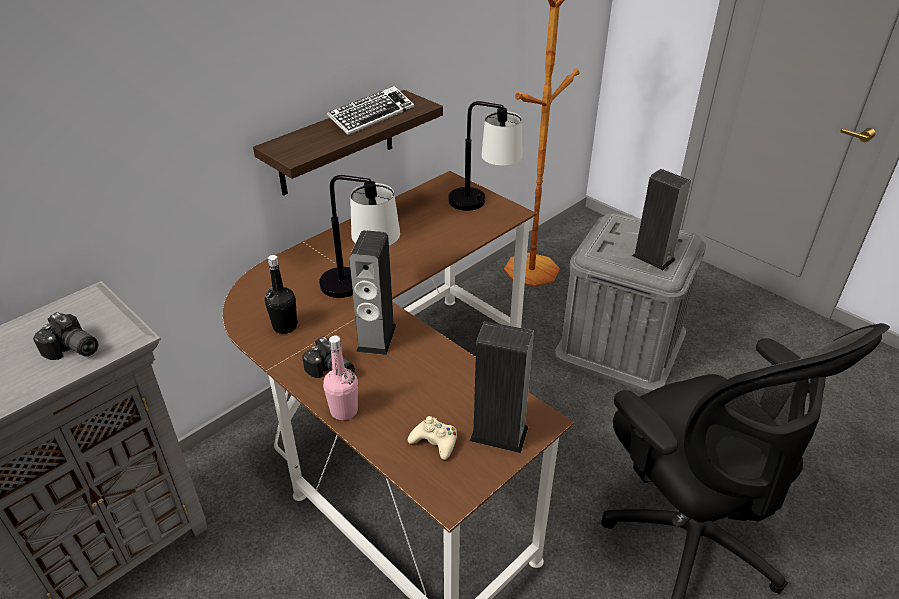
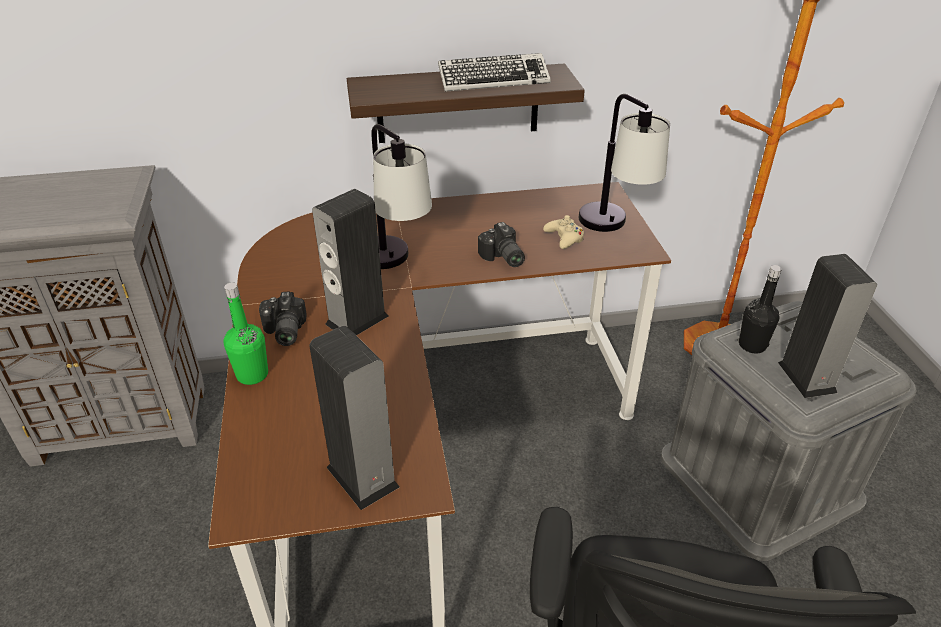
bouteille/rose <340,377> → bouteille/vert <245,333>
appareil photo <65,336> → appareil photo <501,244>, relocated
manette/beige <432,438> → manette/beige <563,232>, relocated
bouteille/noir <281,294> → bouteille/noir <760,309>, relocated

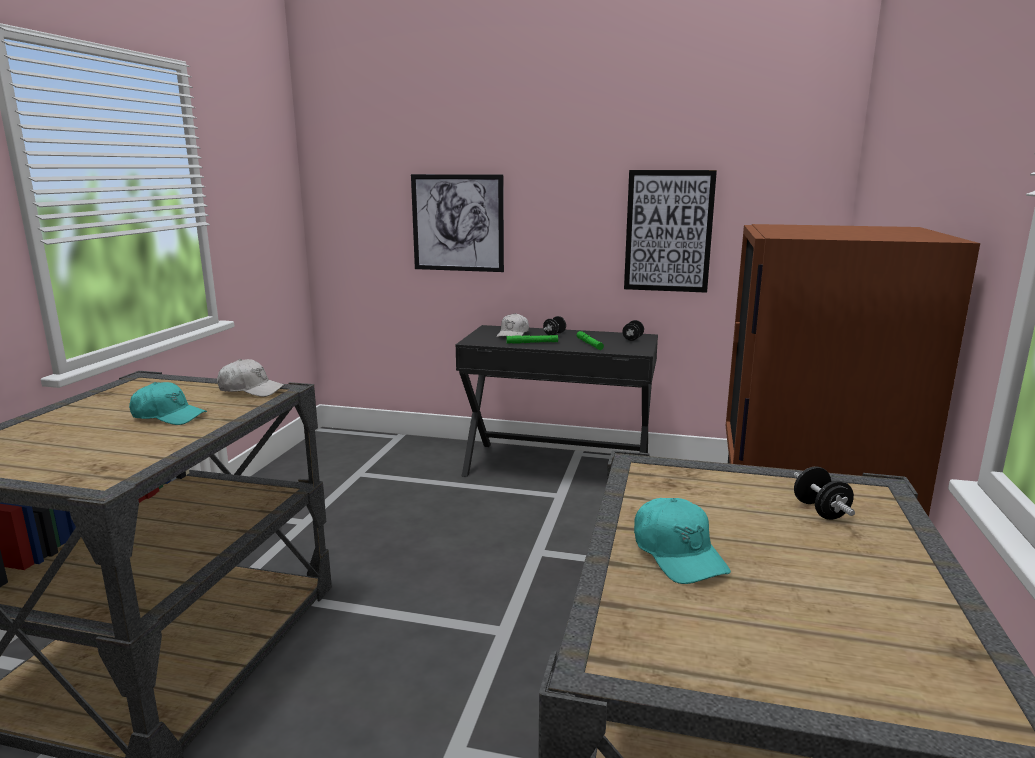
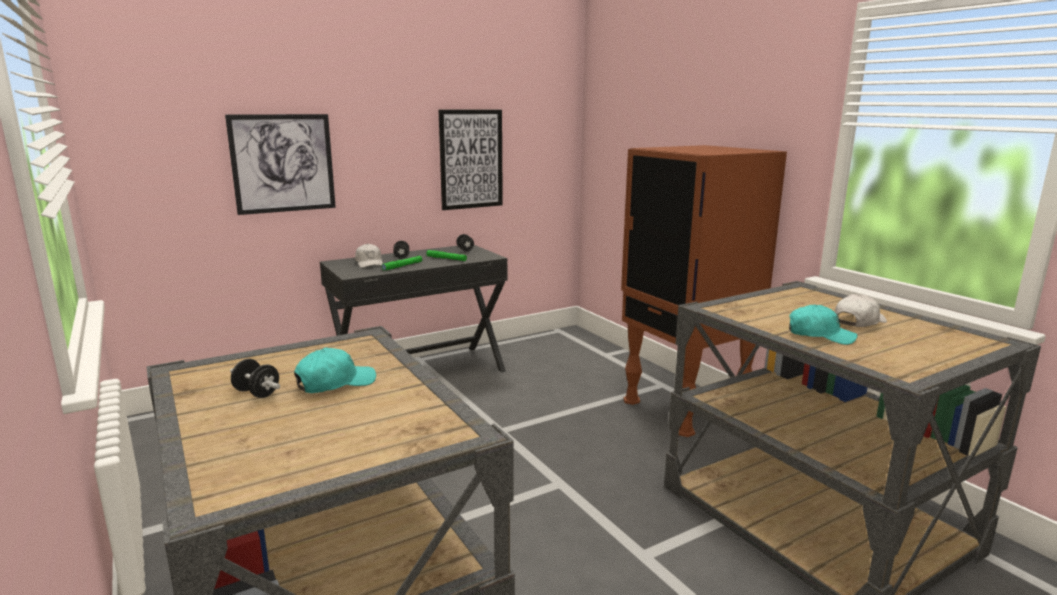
haltère/noir <824,493> → haltère/noir <255,378>, relocated
casquette/blanc <251,378> → casquette/blanc <861,310>, relocated

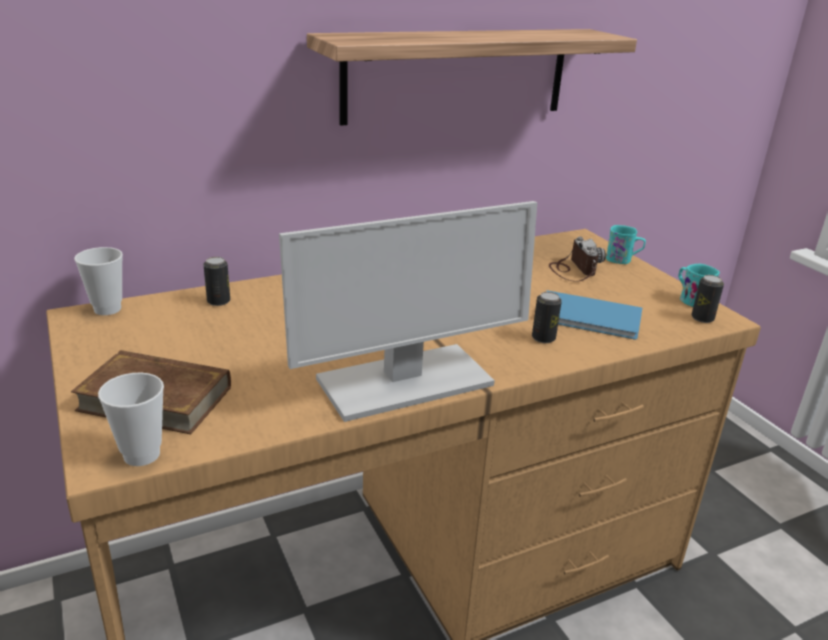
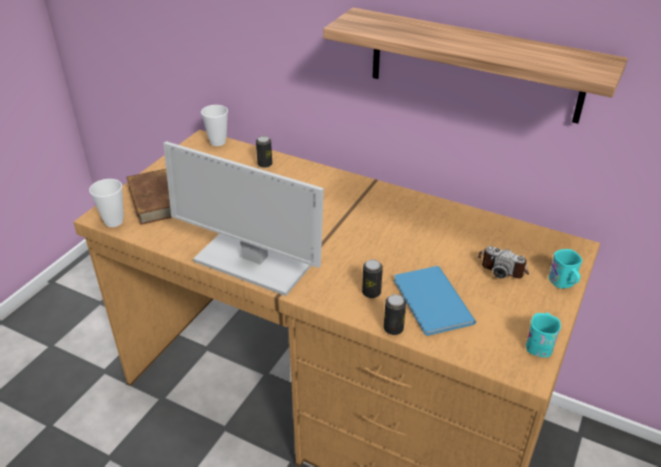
boîte métallique <707,299> → boîte métallique <395,314>, relocated
appareil photo <577,259> → appareil photo <503,262>, 75 degrees clockwise

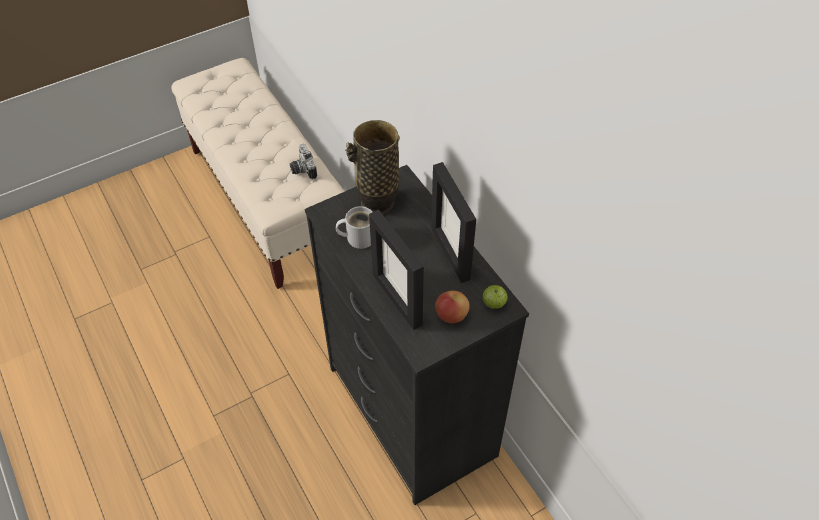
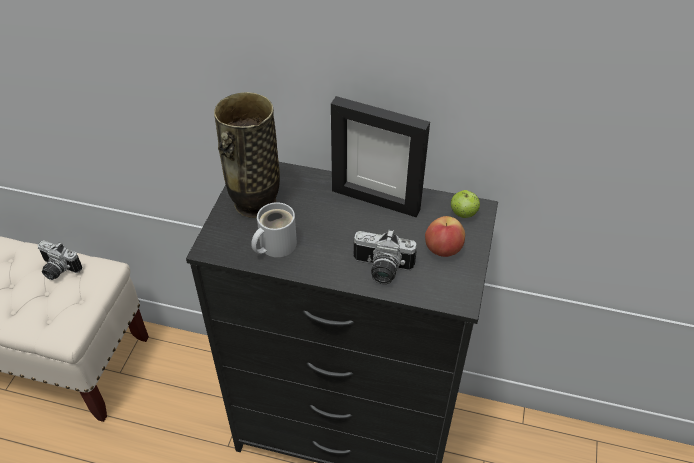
cadre photo <396,269> → appareil photo <385,256>

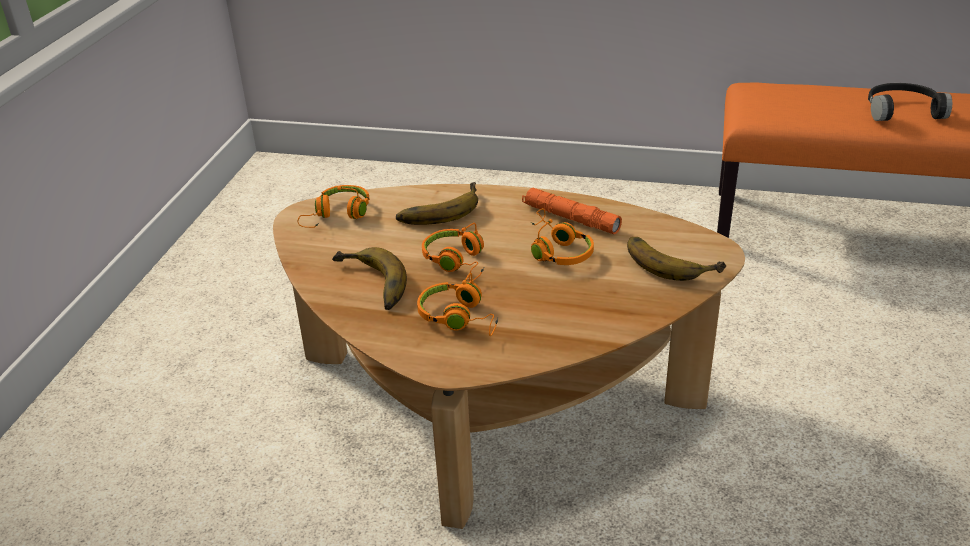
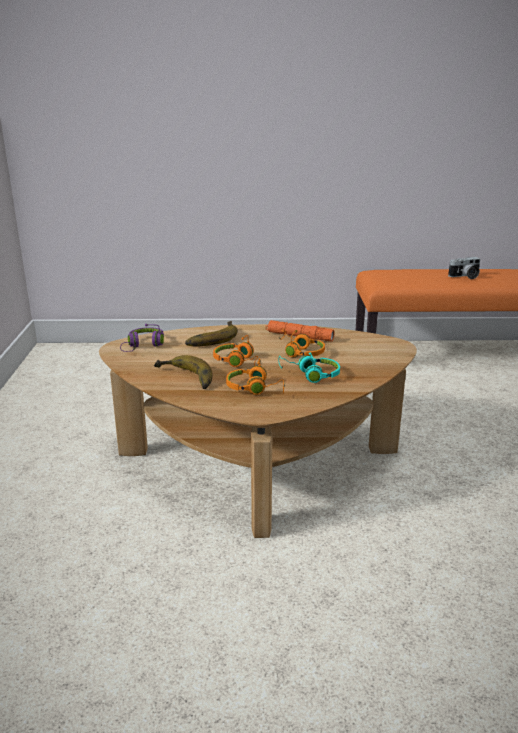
casque audio/orange <333,206> → casque audio/violet <142,338>
- → casque audio/turquoise <309,367>
casque audio/noir <910,102> → appareil photo <464,268>
banane <676,259> → -

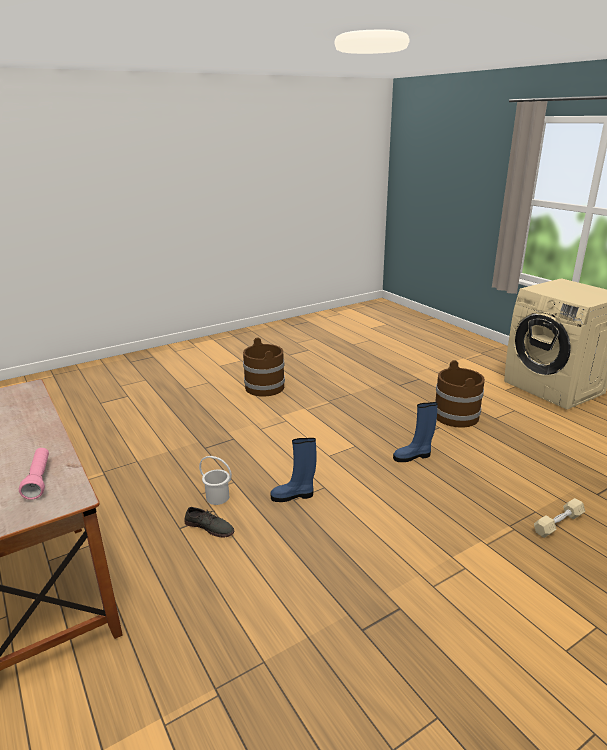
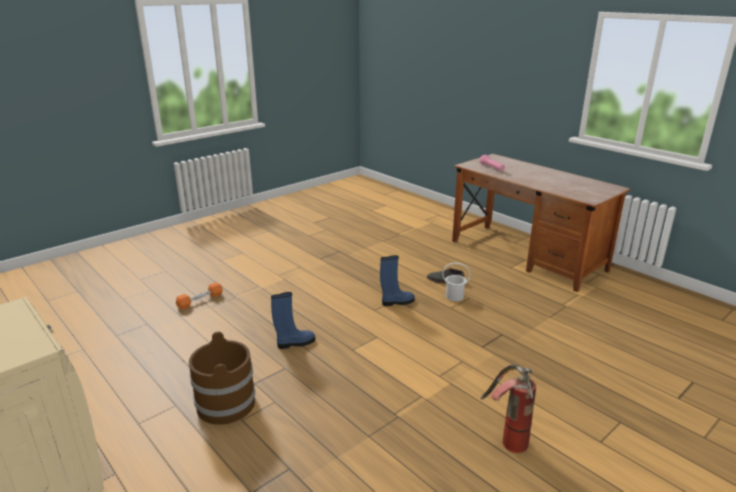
haltère/beige <559,518> → haltère/orange <199,296>
seau/marron <264,367> → extincteur <508,408>

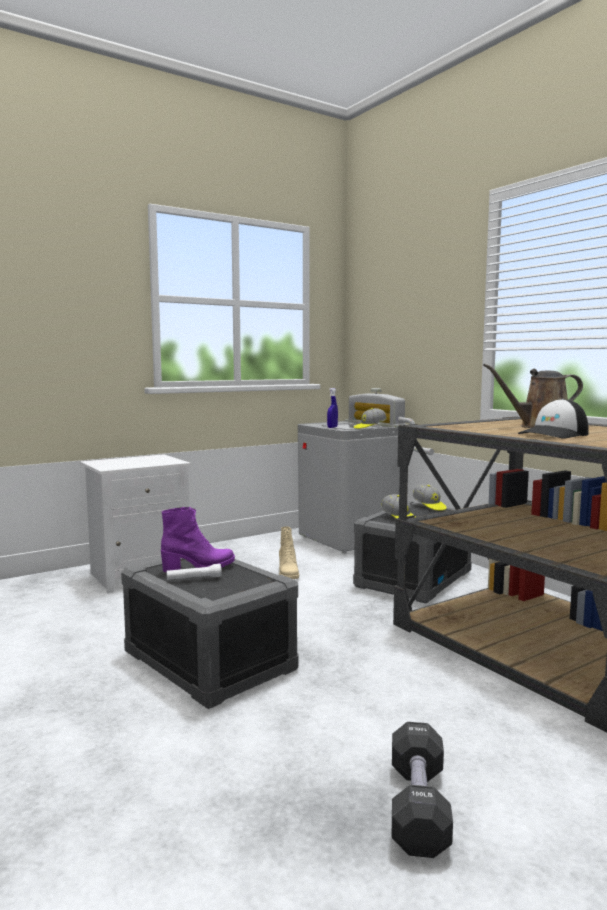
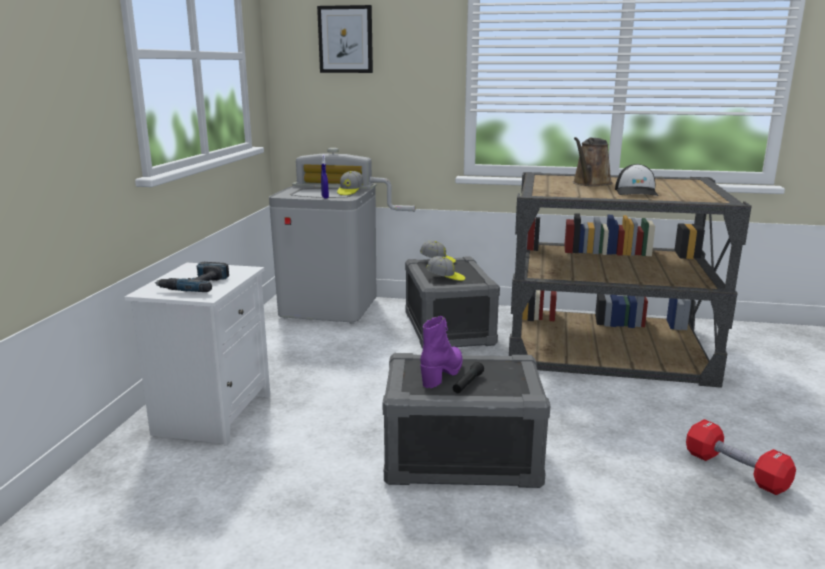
- → perceuse <192,277>
- → tableau <345,39>
lampe de poche/blanc <194,572> → lampe de poche/noir <468,377>
haltère/noir <422,790> → haltère/rouge <741,457>
botte/beige <289,553> → -

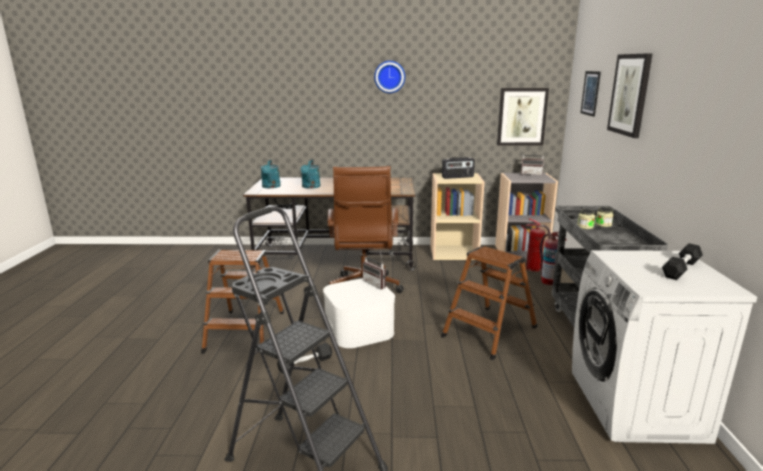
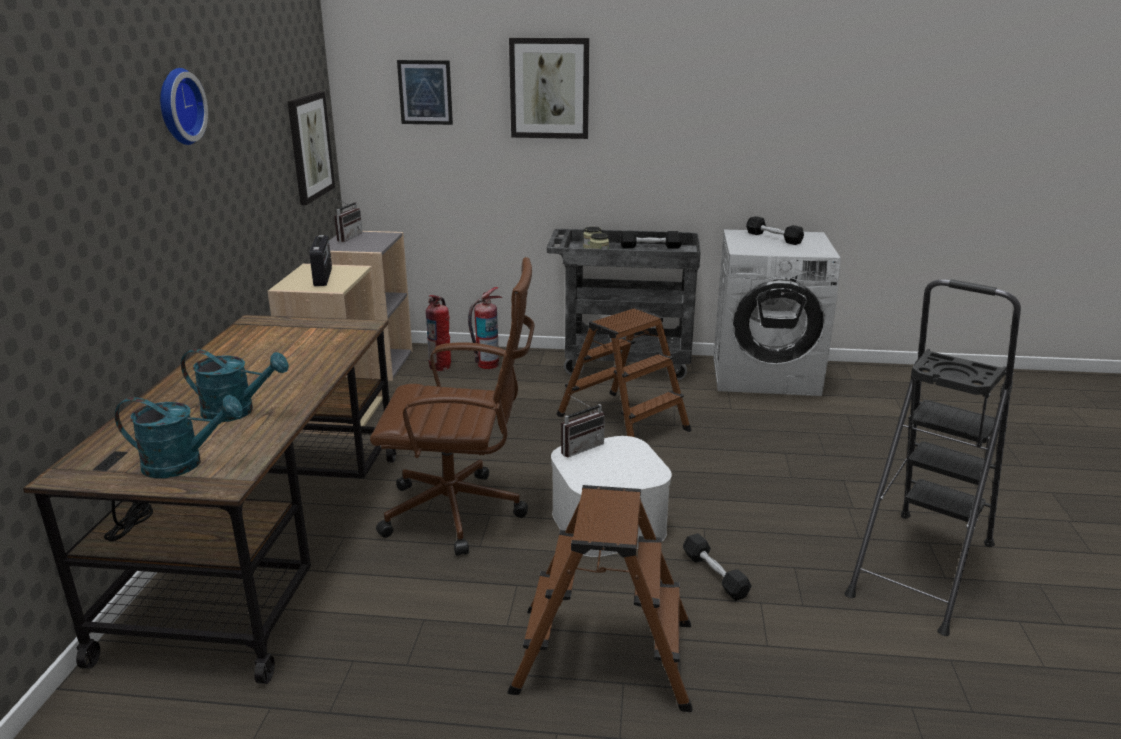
- → haltère/noir <651,240>

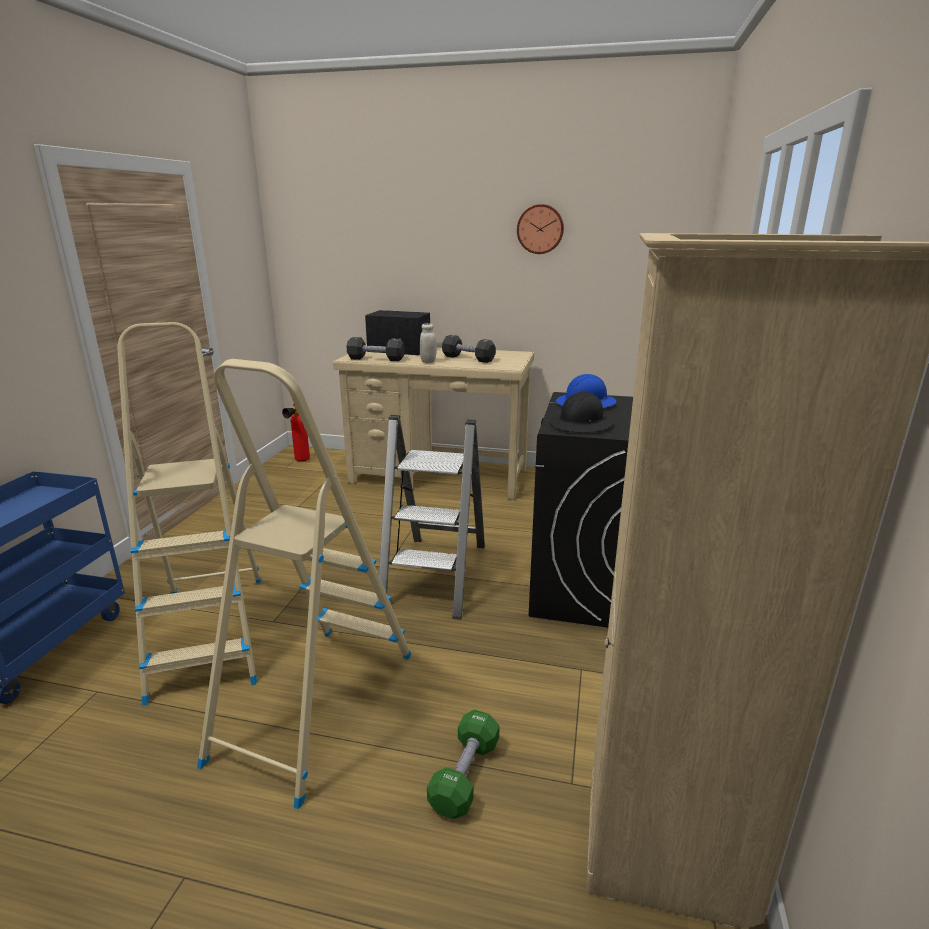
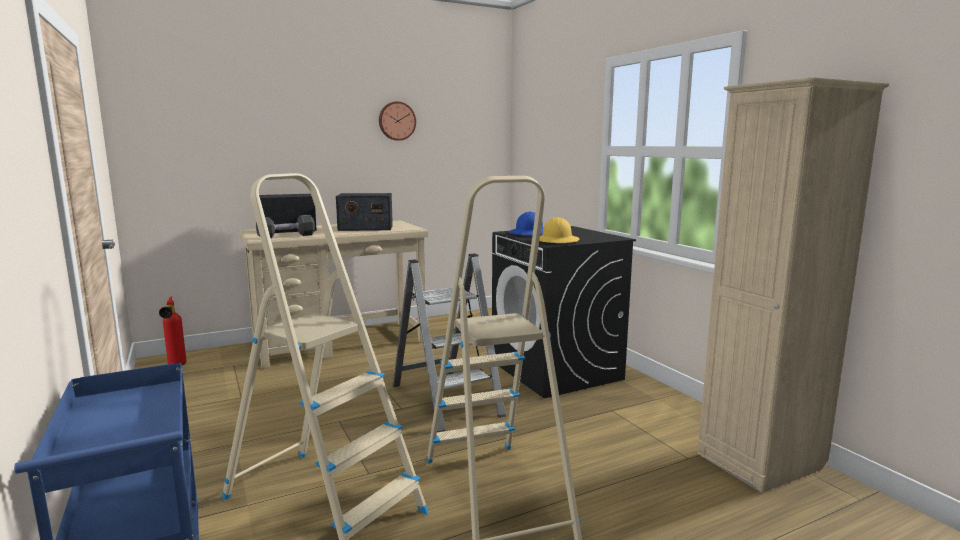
haltère/noir <469,349> → radio <364,212>
casque de chantier/noir <581,412> → casque de chantier/jaune <559,230>
bocal/blanc <428,343> → -
haltère/vert <463,764> → -

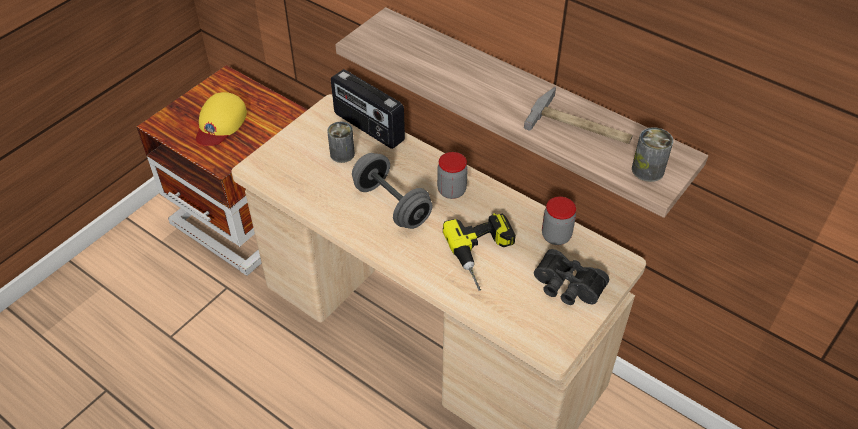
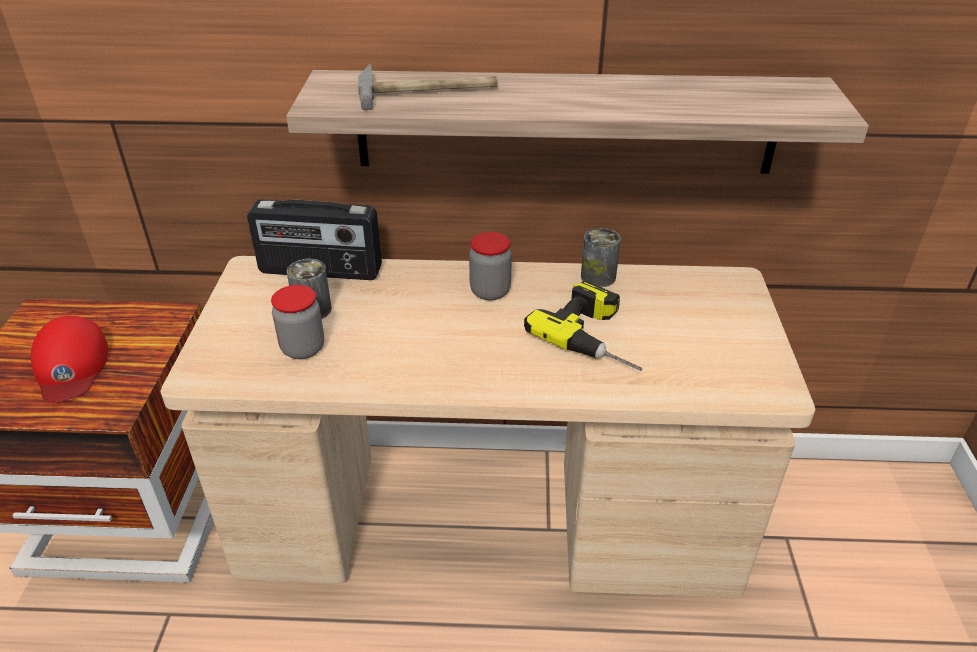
casquette/jaune <221,119> → casquette/rouge <69,359>
bocal <559,220> → bocal <297,322>, relocated
marteau <578,115> → marteau <428,87>, relocated
boîte métallique <652,154> → boîte métallique <601,257>, relocated
haltère/gris <392,191> → -
jumelles/noir <571,277> → -

